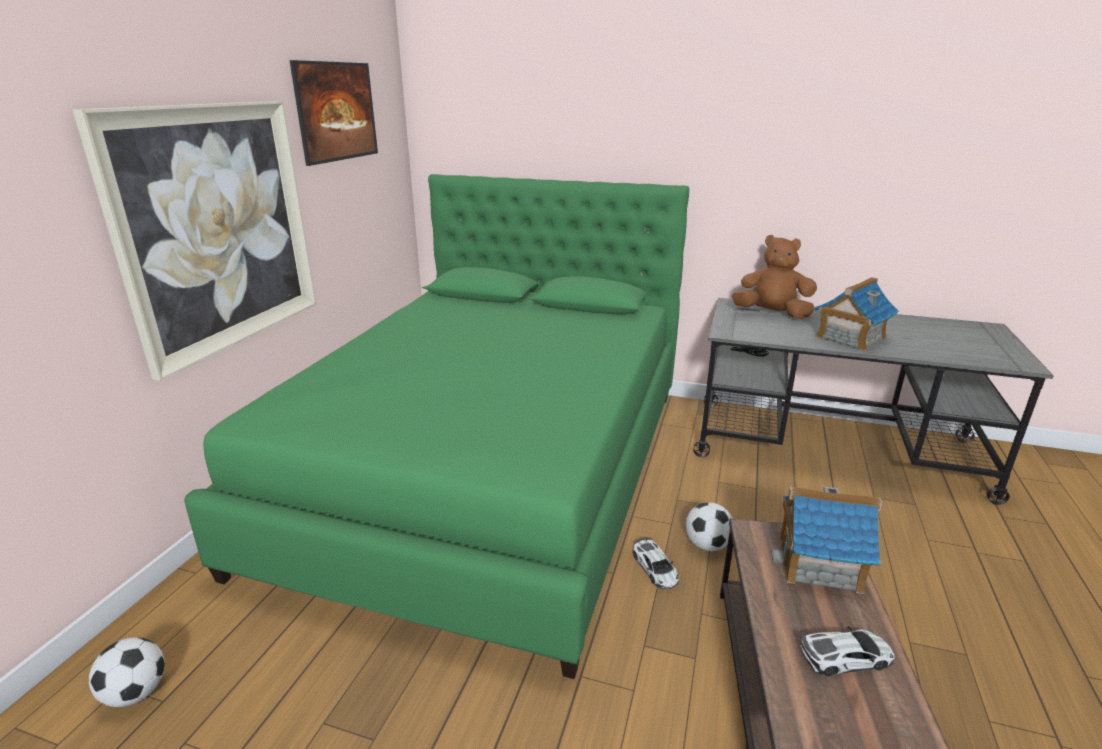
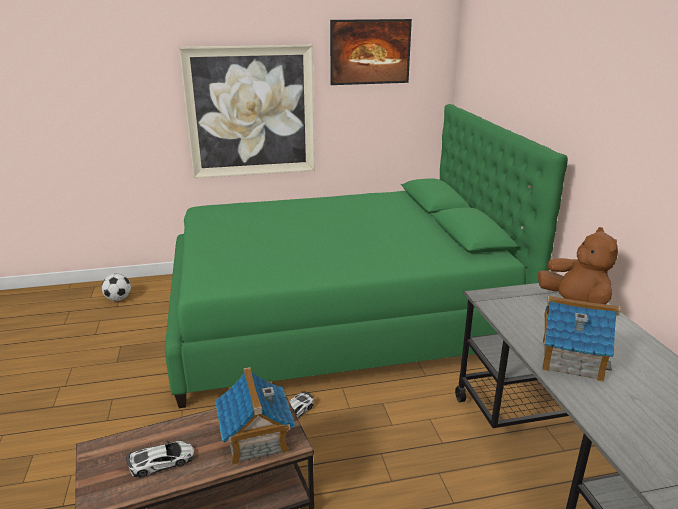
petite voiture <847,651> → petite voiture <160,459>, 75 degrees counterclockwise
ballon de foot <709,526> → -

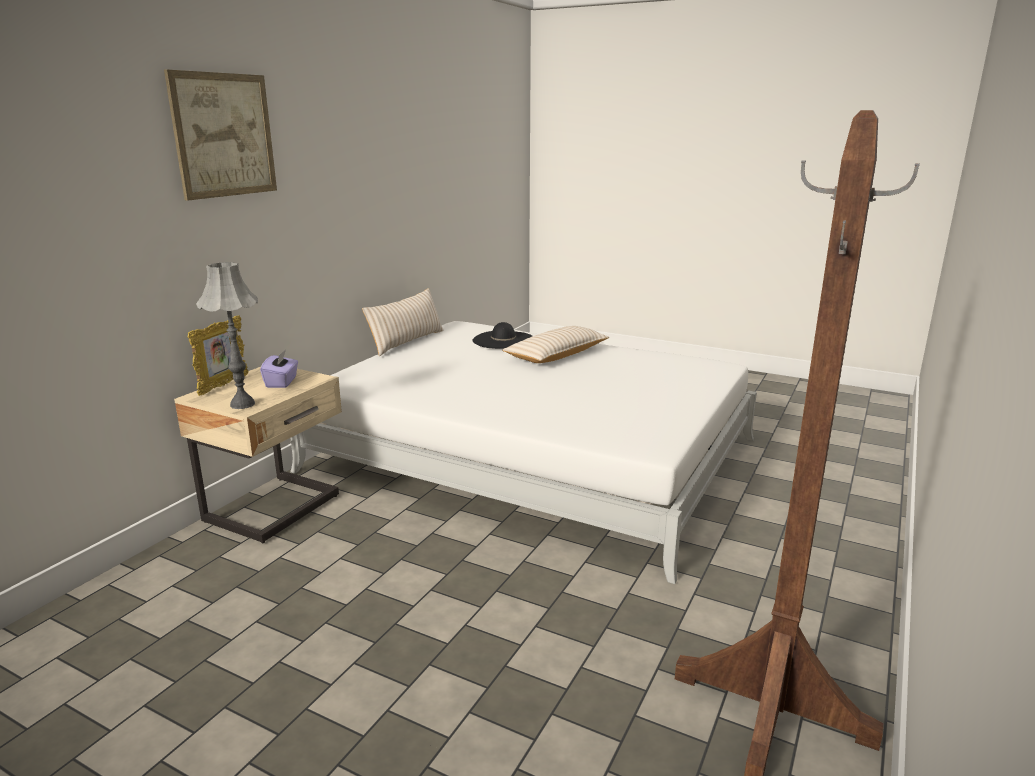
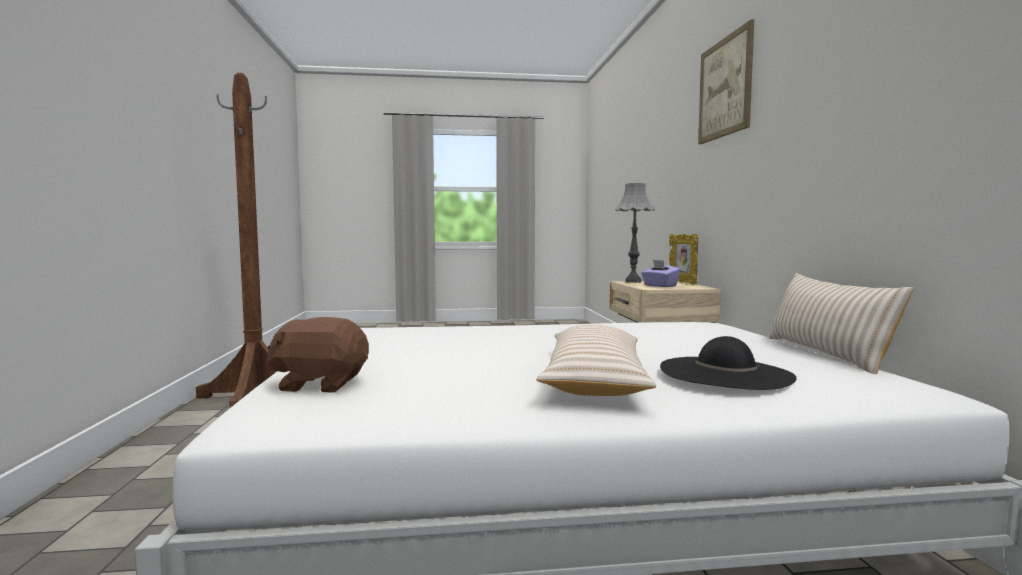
- → peluche/marron <317,355>

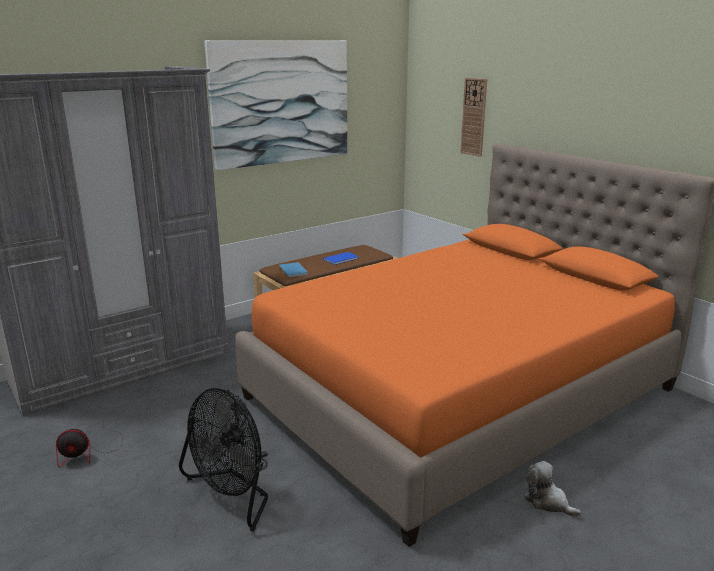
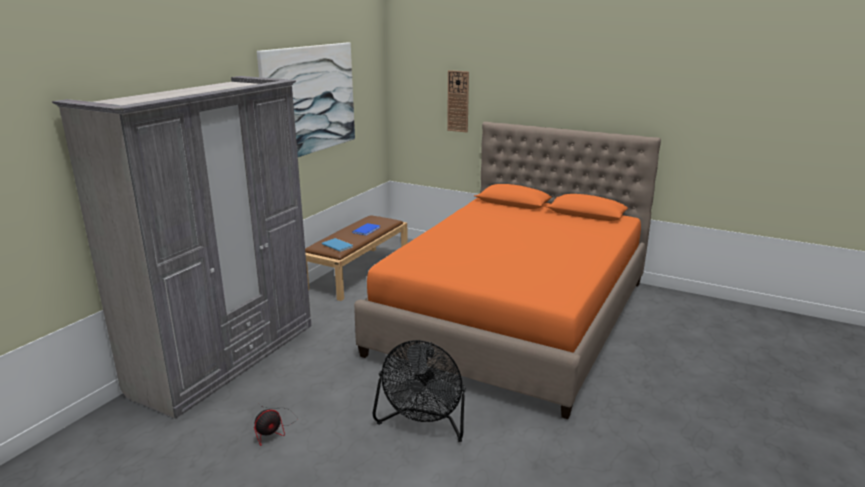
peluche <552,489> → -

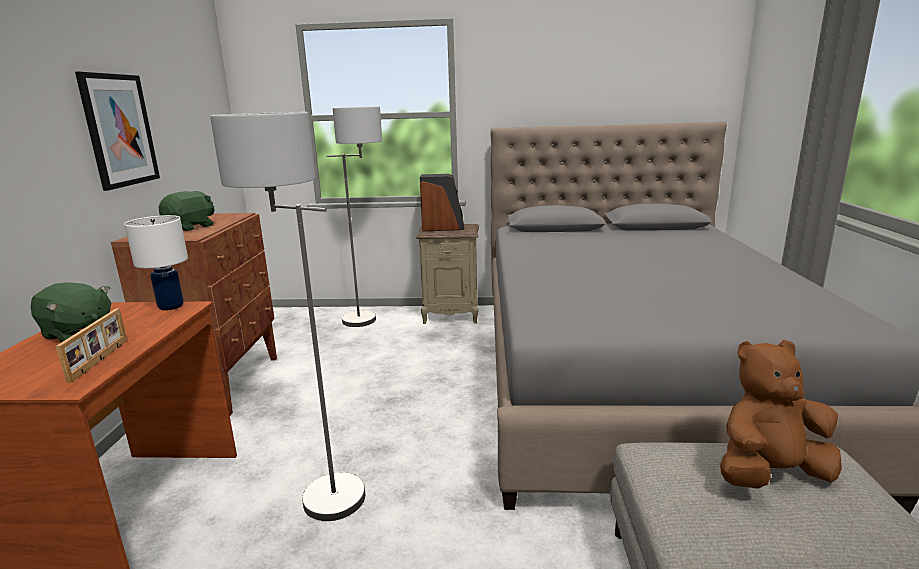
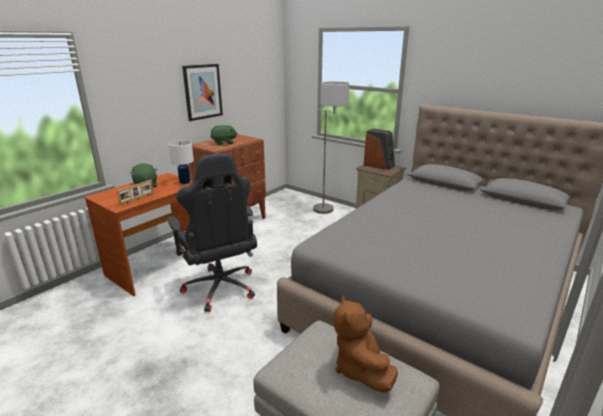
lampadaire/gris <287,316> → chaise de bureau/noir <212,232>
peluche/marron <781,414> → peluche/marron <366,344>, 120 degrees counterclockwise

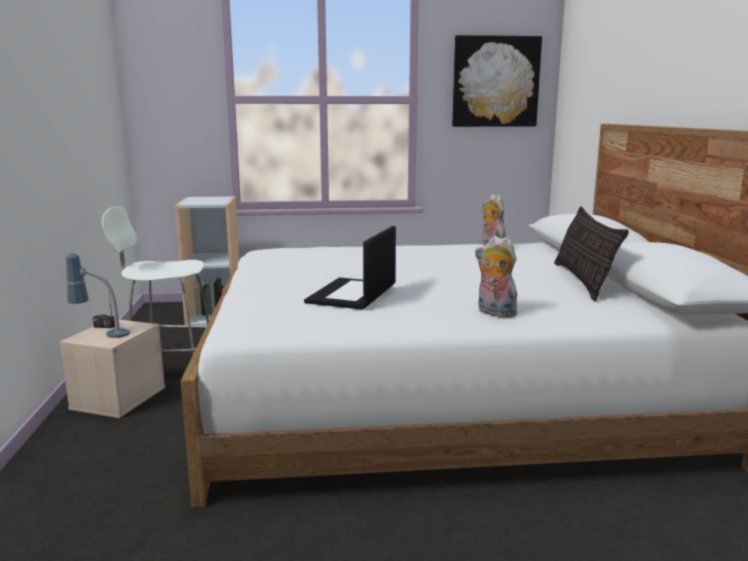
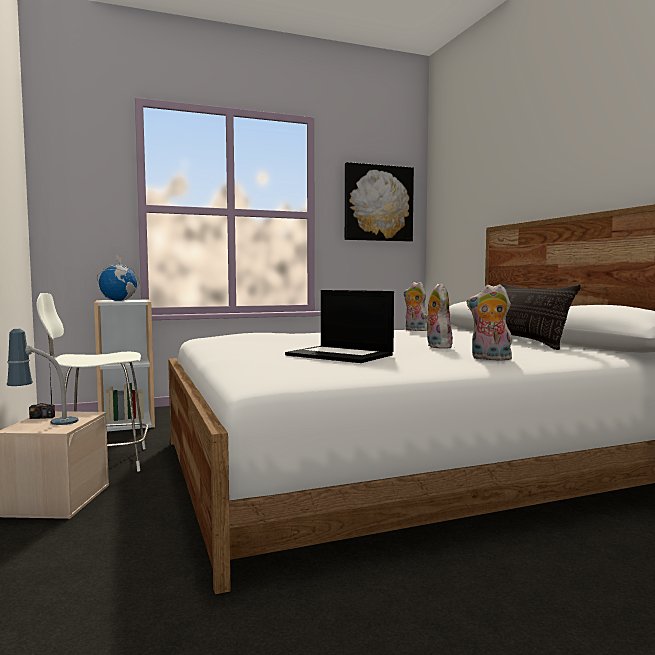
- → globe <118,278>
ordinateur portable <350,268> → ordinateur portable <339,326>, 60 degrees counterclockwise
- → peluche <438,316>

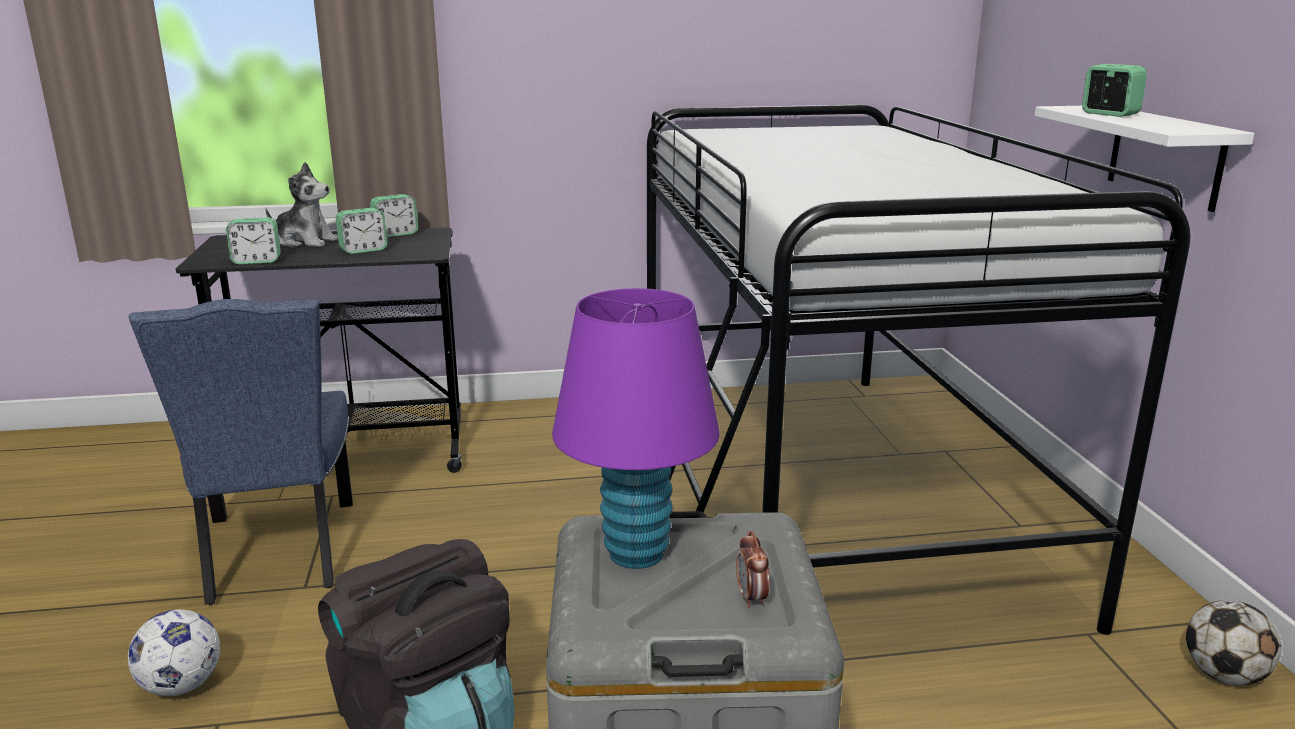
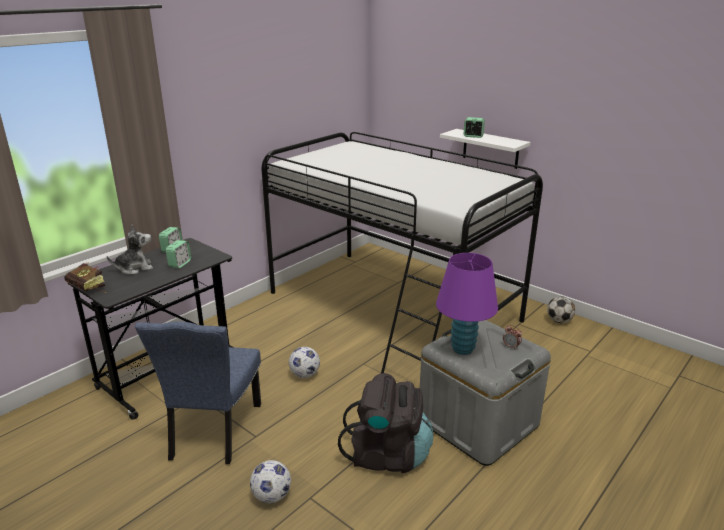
- → livre <85,277>
chaise/bleu <240,452> → chaise/bleu <198,392>, 60 degrees clockwise
- → ballon de foot <304,362>
réveil <253,241> → -

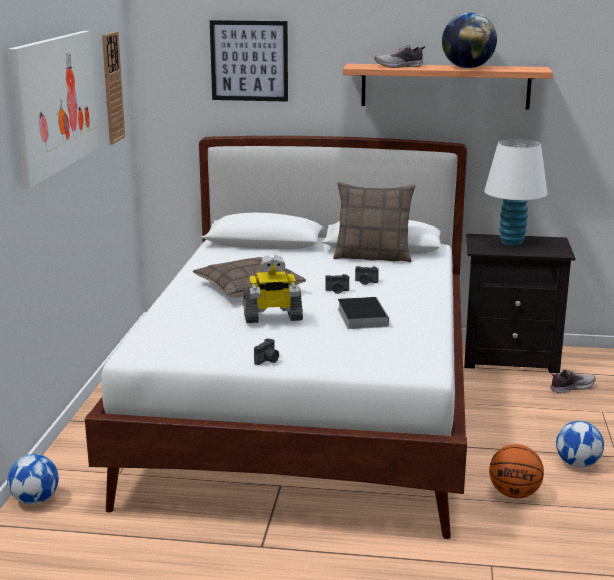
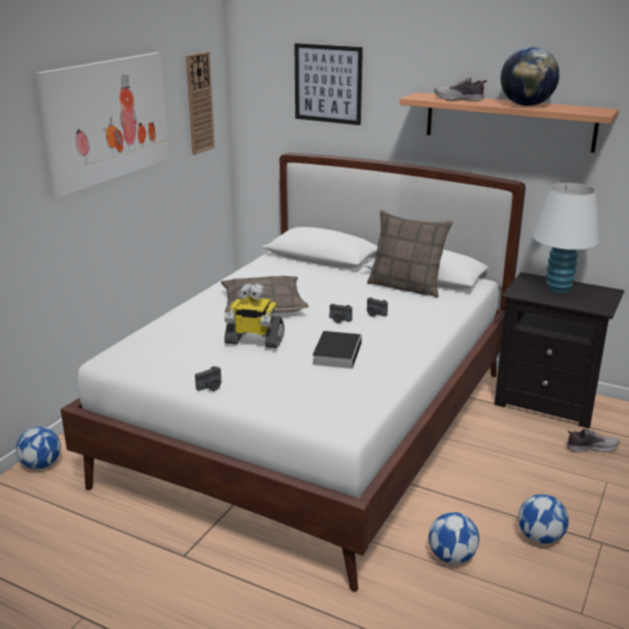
ballon de basket <516,471> → ballon de foot <454,538>

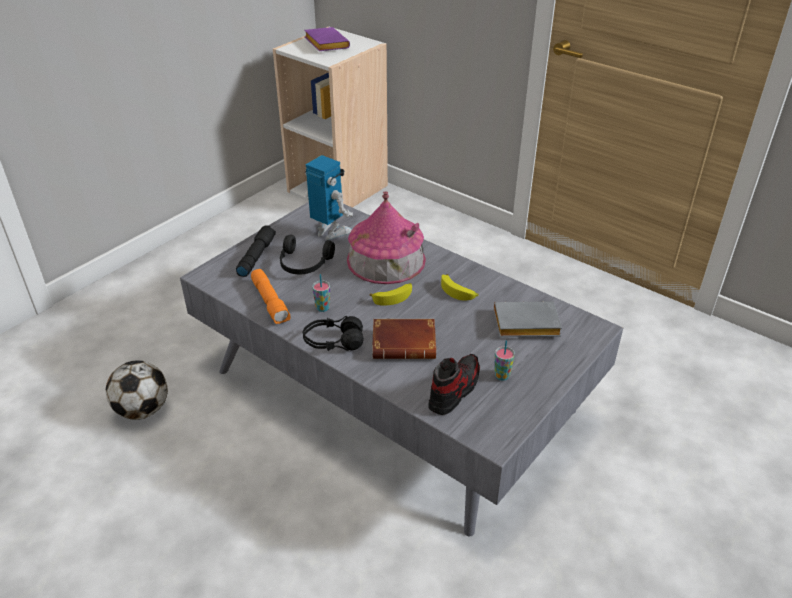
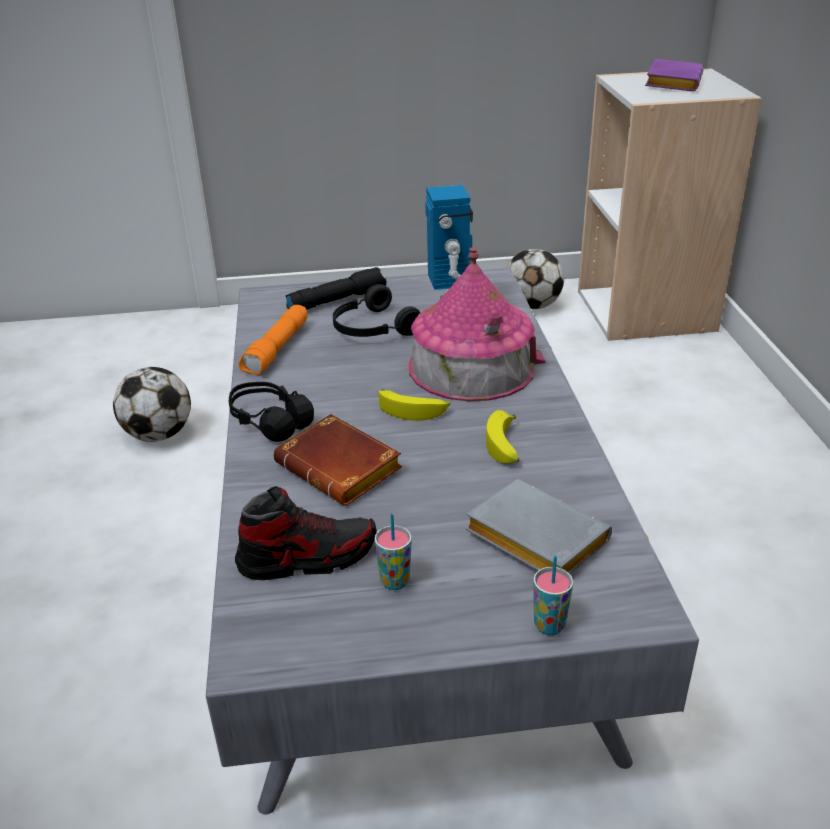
- → ballon de foot <535,279>
tasse <321,293> → tasse <553,595>, relocated

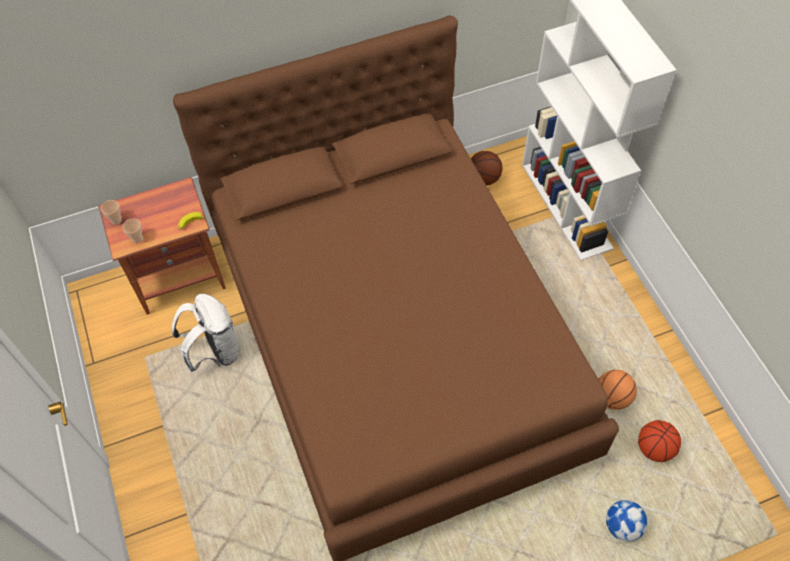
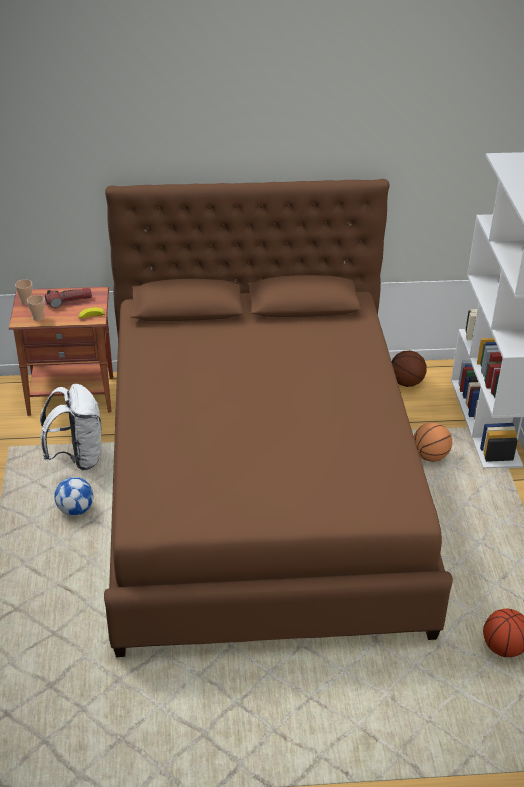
- → lampe de poche <68,297>
ballon de foot <626,521> → ballon de foot <74,496>, relocated
ballon de basket <618,390> → ballon de basket <433,442>, relocated

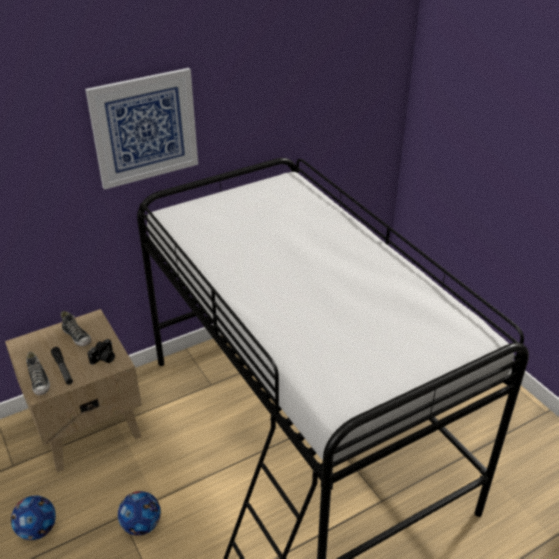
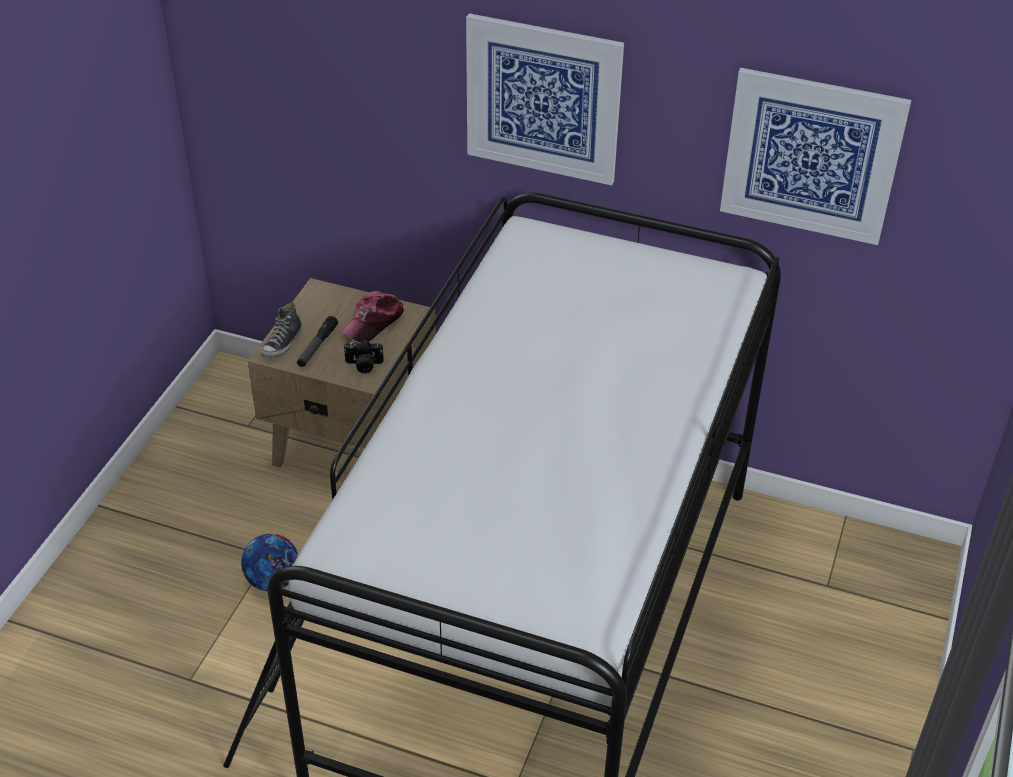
chaussure <76,328> → casquette <372,317>
- → tableau <815,156>
ballon de foot <33,517> → -

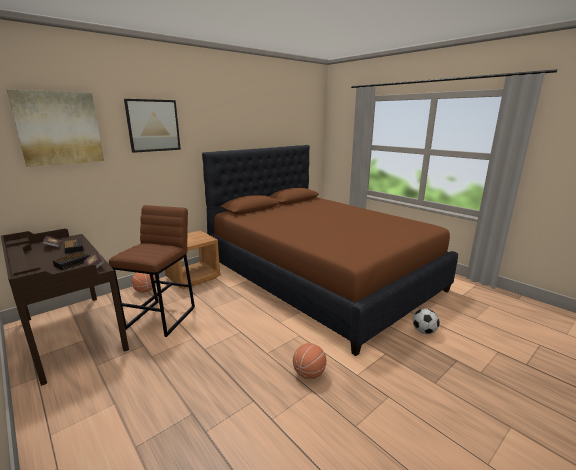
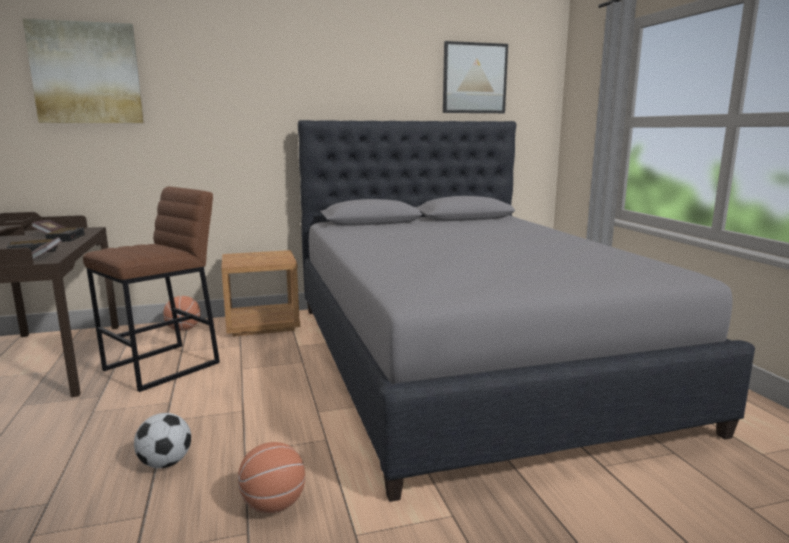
ballon de foot <426,321> → ballon de foot <162,440>, relocated
lit/marron <330,250> → lit/gris <526,311>
tableau <152,126> → tableau <475,77>, relocated

